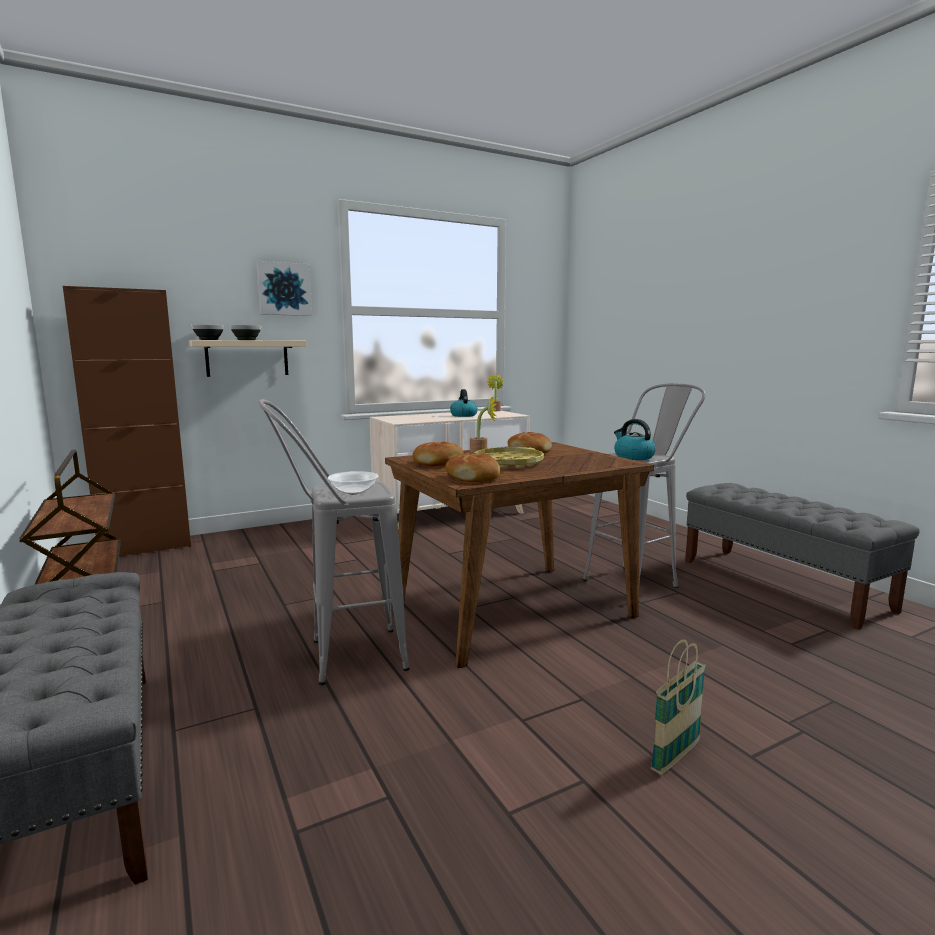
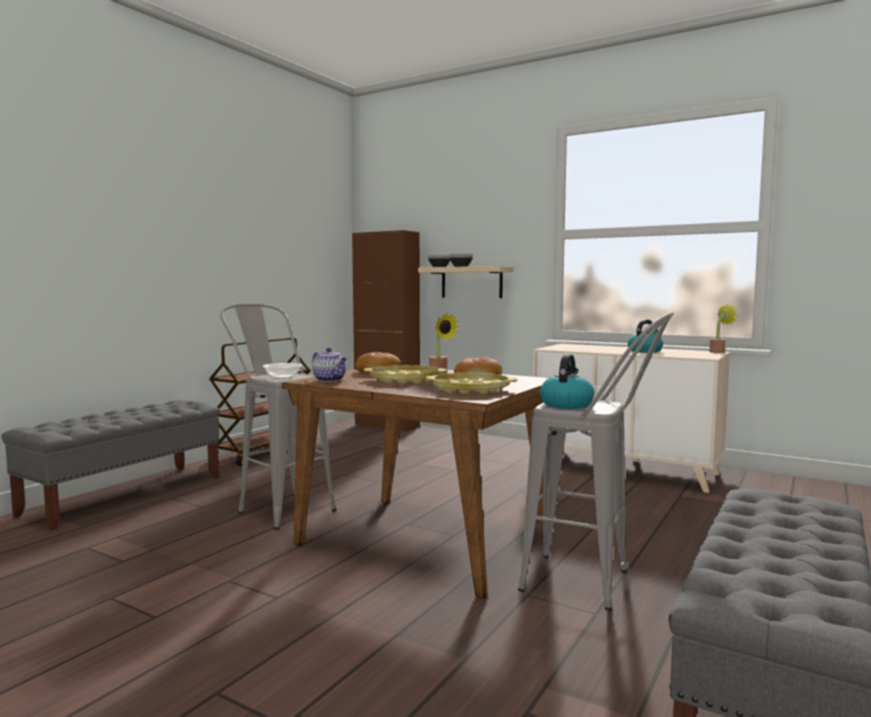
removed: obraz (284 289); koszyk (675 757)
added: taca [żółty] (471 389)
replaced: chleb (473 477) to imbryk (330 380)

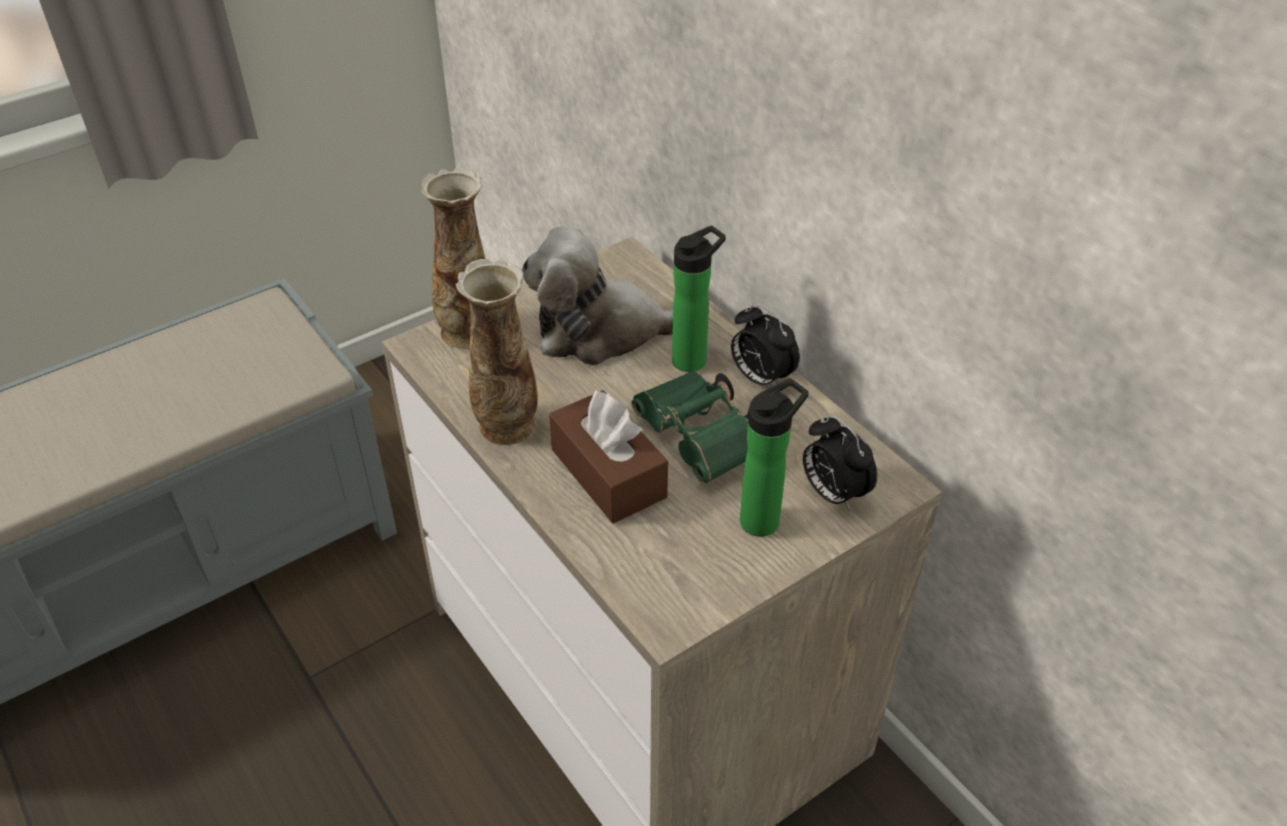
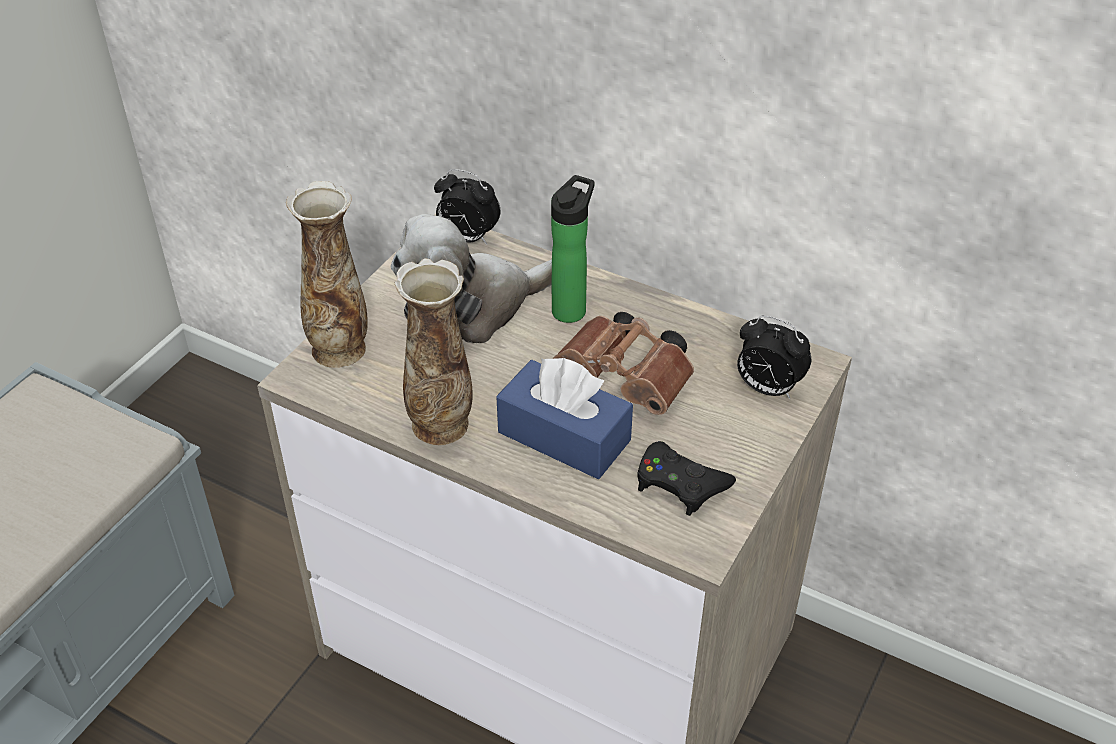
removed: butelka (764 519)
added: pad do gier [czarny] (680 483)
moved: budzik (760 378) to (467 238)
recoloured: pudełko chusteczek [brązowy] (608 473) to pudełko chusteczek [niebieski] (564 436); lornetka [zielony] (702 442) to lornetka [brązowy] (629 380)

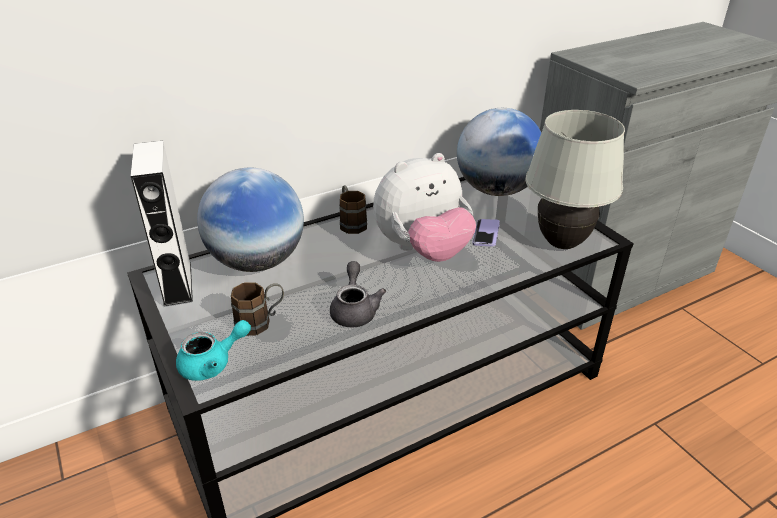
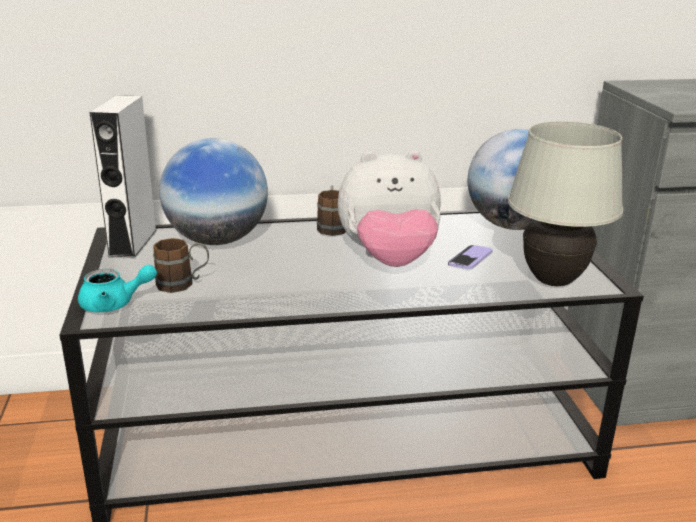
removed: imbryk [szary] (354 310)

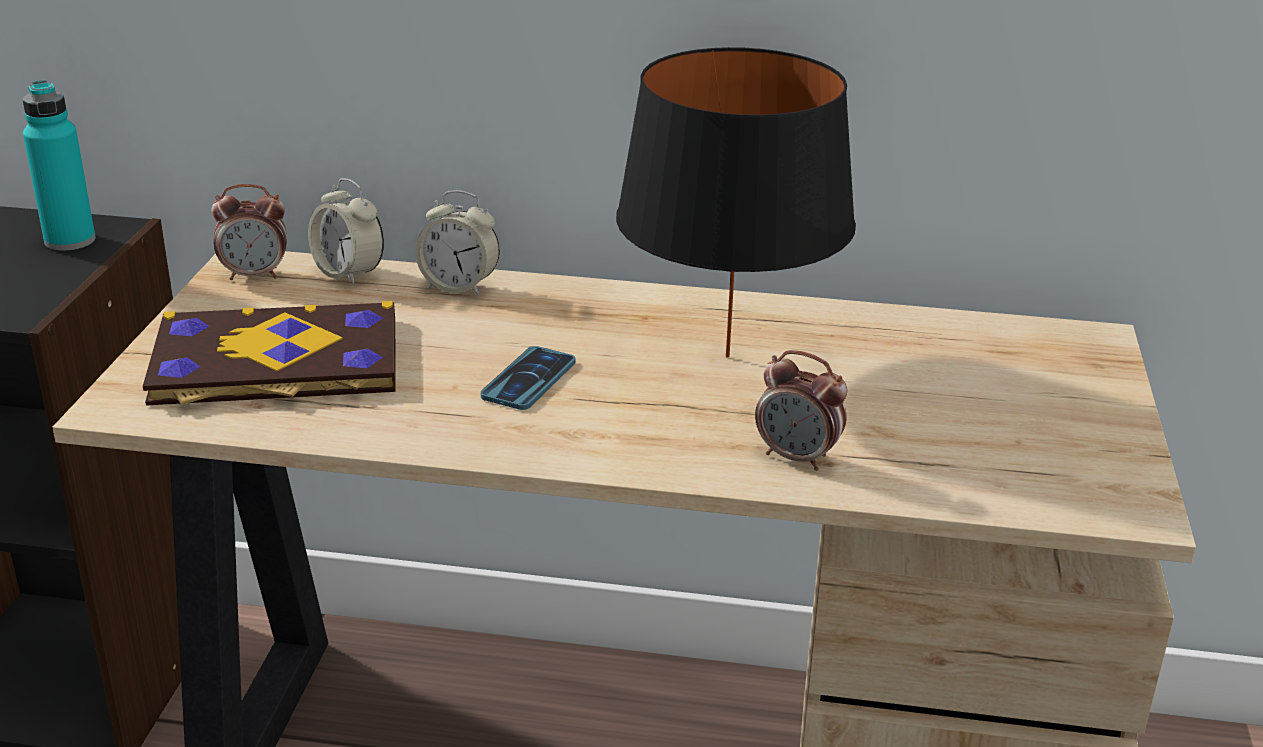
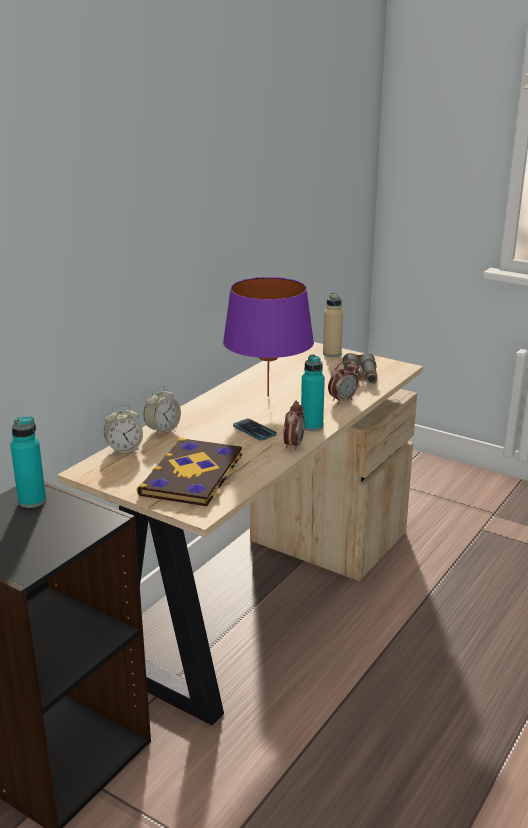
added: butelka [turkusowy] (311 426); butelka [beżowy] (332 354); lornetka [szary] (360 377)
moved: budzik (255 275) to (293 445)
recoloured: lampa stołowa [czarny] (727 356) to lampa stołowa [fioletowy] (268 396)

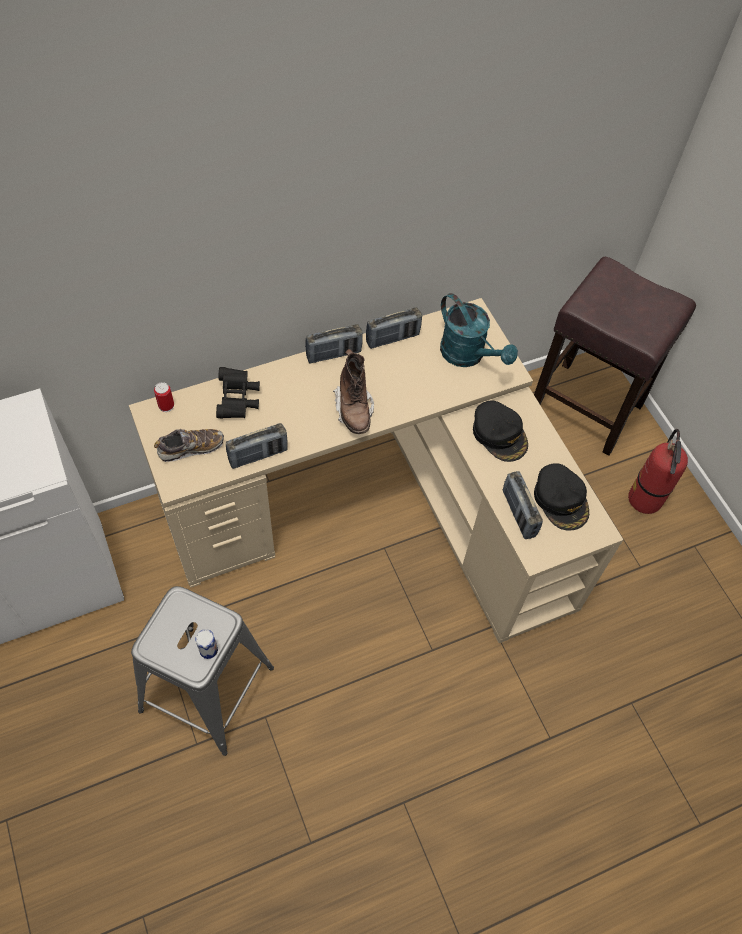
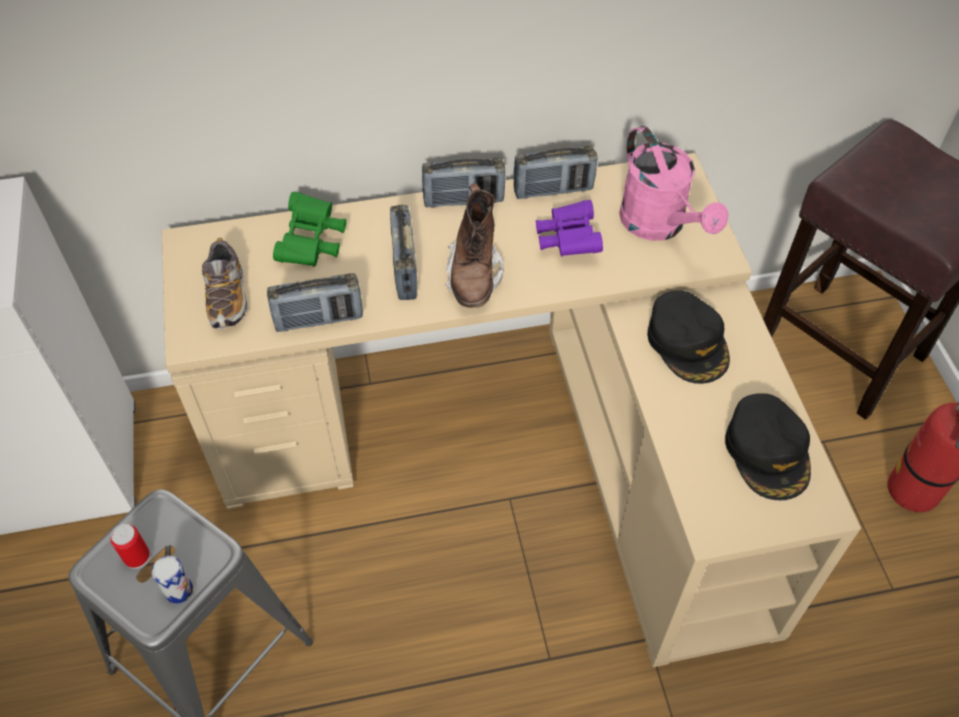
added: lornetka [fioletowy] (568 240)
moved: puszka (166 406) to (137 557); radio (518 513) to (404 269)
recoloured: lornetka [czarny] (238 400) to lornetka [zielony] (312 242); konewka [turkusowy] (468 355) to konewka [różowy] (660 226)
turned: but (191 448) = (227 297) 90 degrees clockwise

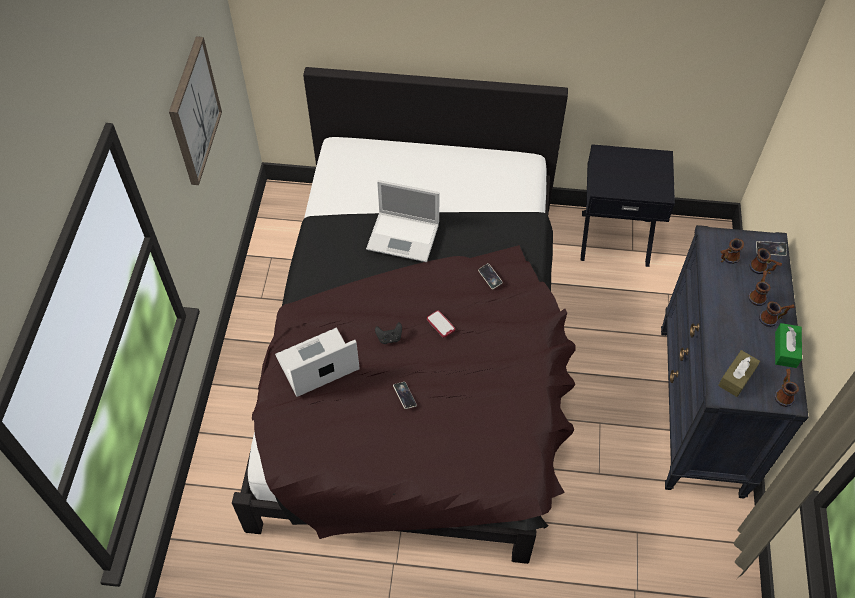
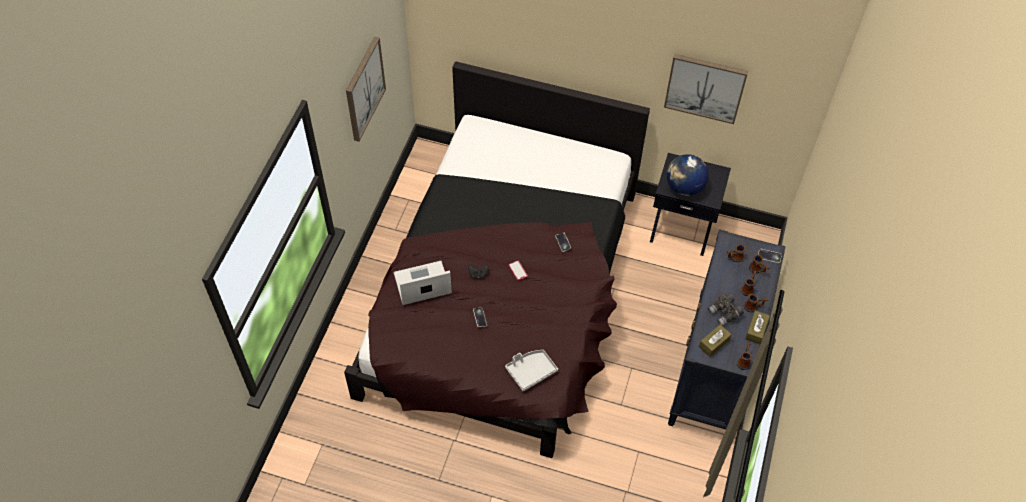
removed: laptop (404 237)
added: taca [szary] (531 371); obraz (705 87); globus (684 187); lornetka [szary] (725 313)
recoloured: pudełko chusteczek [zielony] (785 349) to pudełko chusteczek [brązowy] (756 330)

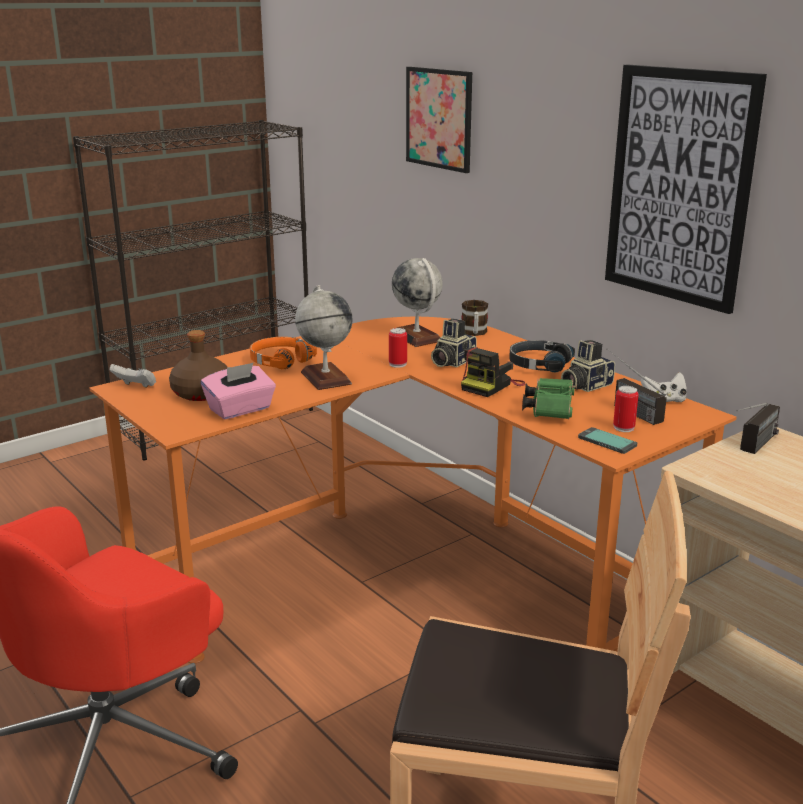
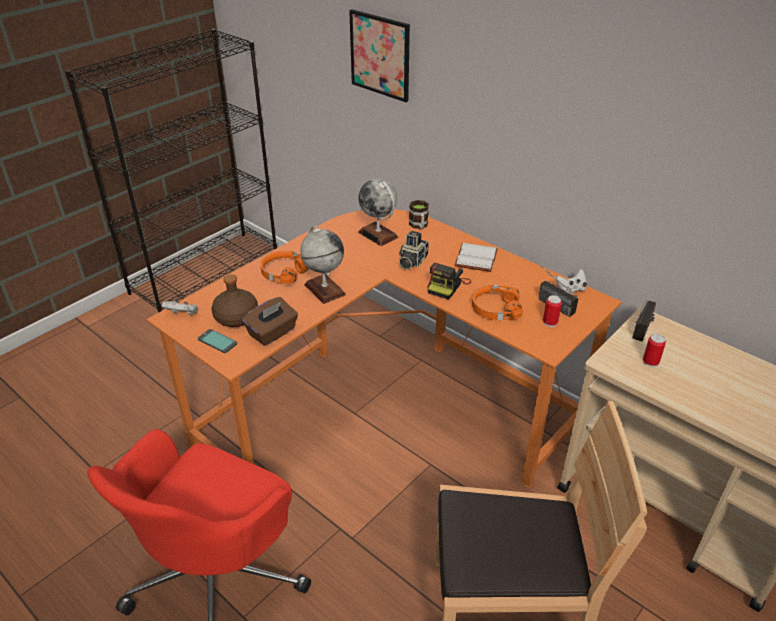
removed: aparat fotograficzny (584 385); obraz (679 187)
moved: puszka (397 364) to (650 362); telefon (607 442) to (217 342)
replaced: słuchawki [czarny] (539 364) to książka [biały] (475 258); lornetka [zielony] (550 410) to słuchawki [pomarańczowy] (495 308)
recoloured: pudełko chusteczek [różowy] (240 409) to pudełko chusteczek [brązowy] (272 333)

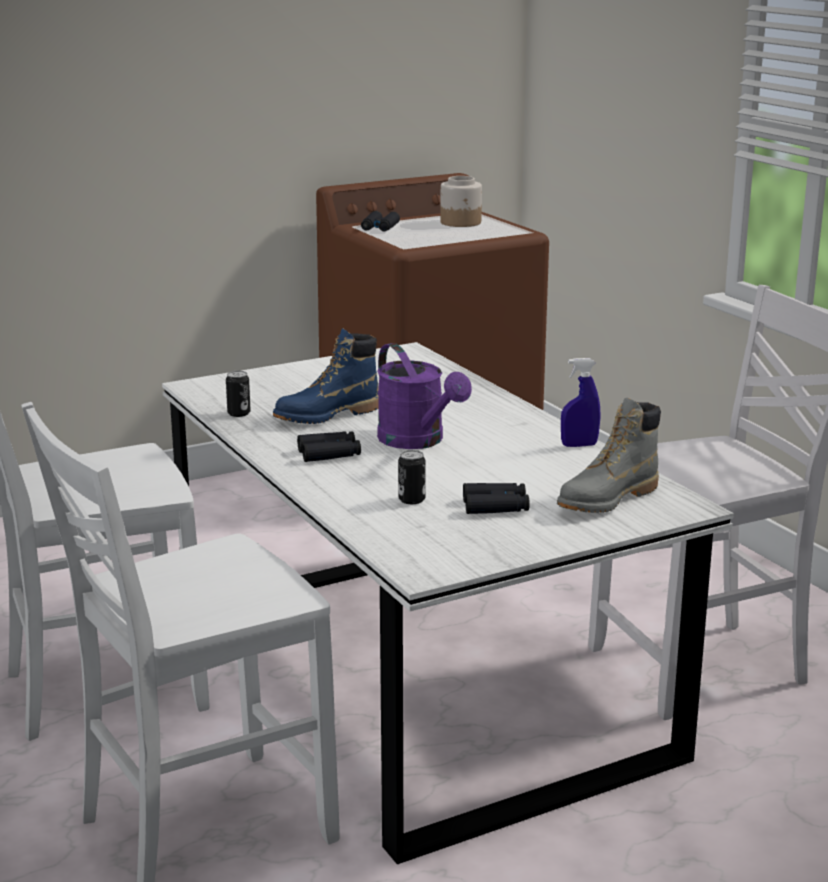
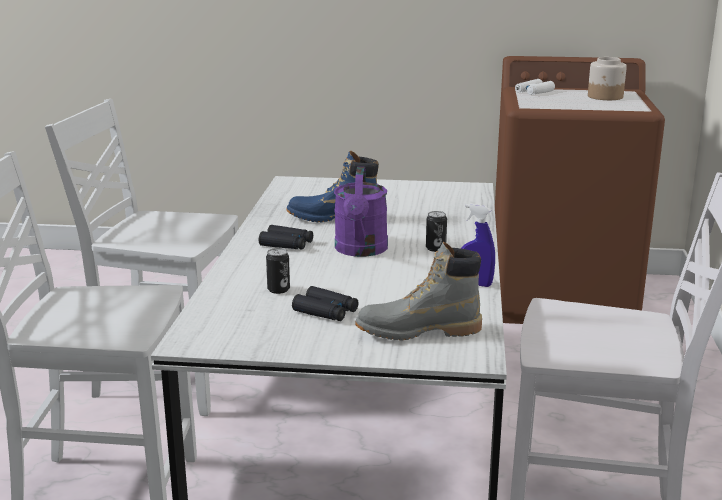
moved: puszka (239 413) to (435 248)
recoloured: lornetka [czarny] (380 227) to lornetka [biały] (534 92)

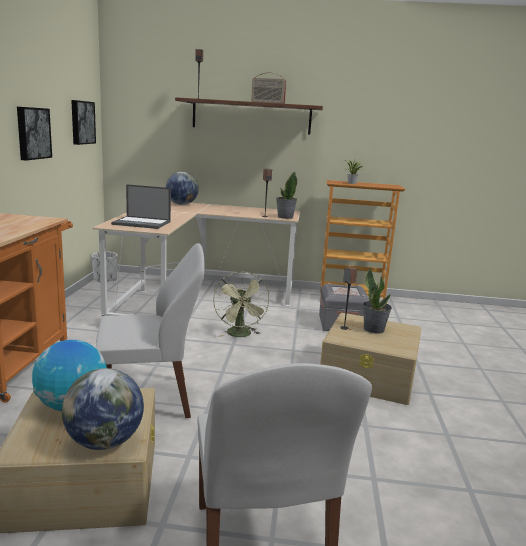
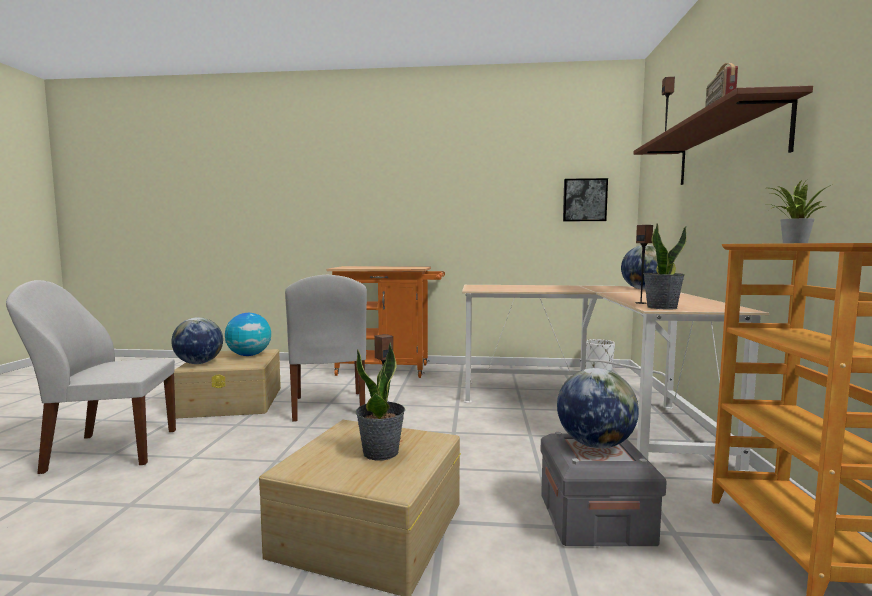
removed: obraz (32 133); laptop (142 223); wentylator [zielony] (240 335)
added: globus (595 444)

